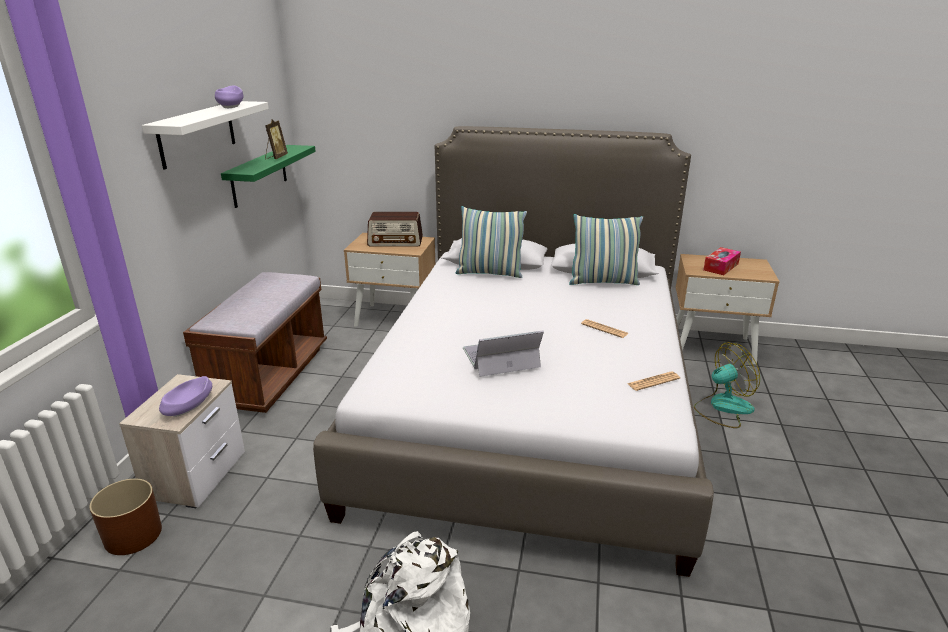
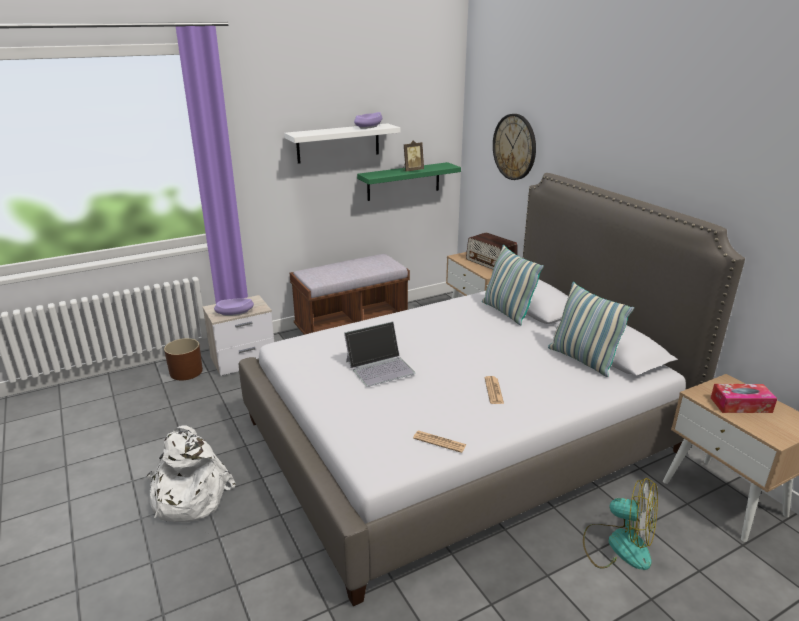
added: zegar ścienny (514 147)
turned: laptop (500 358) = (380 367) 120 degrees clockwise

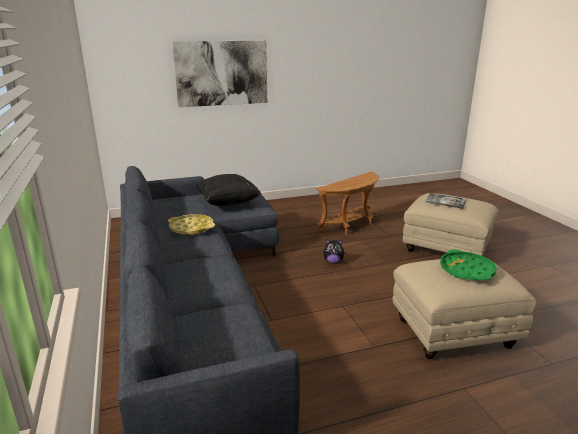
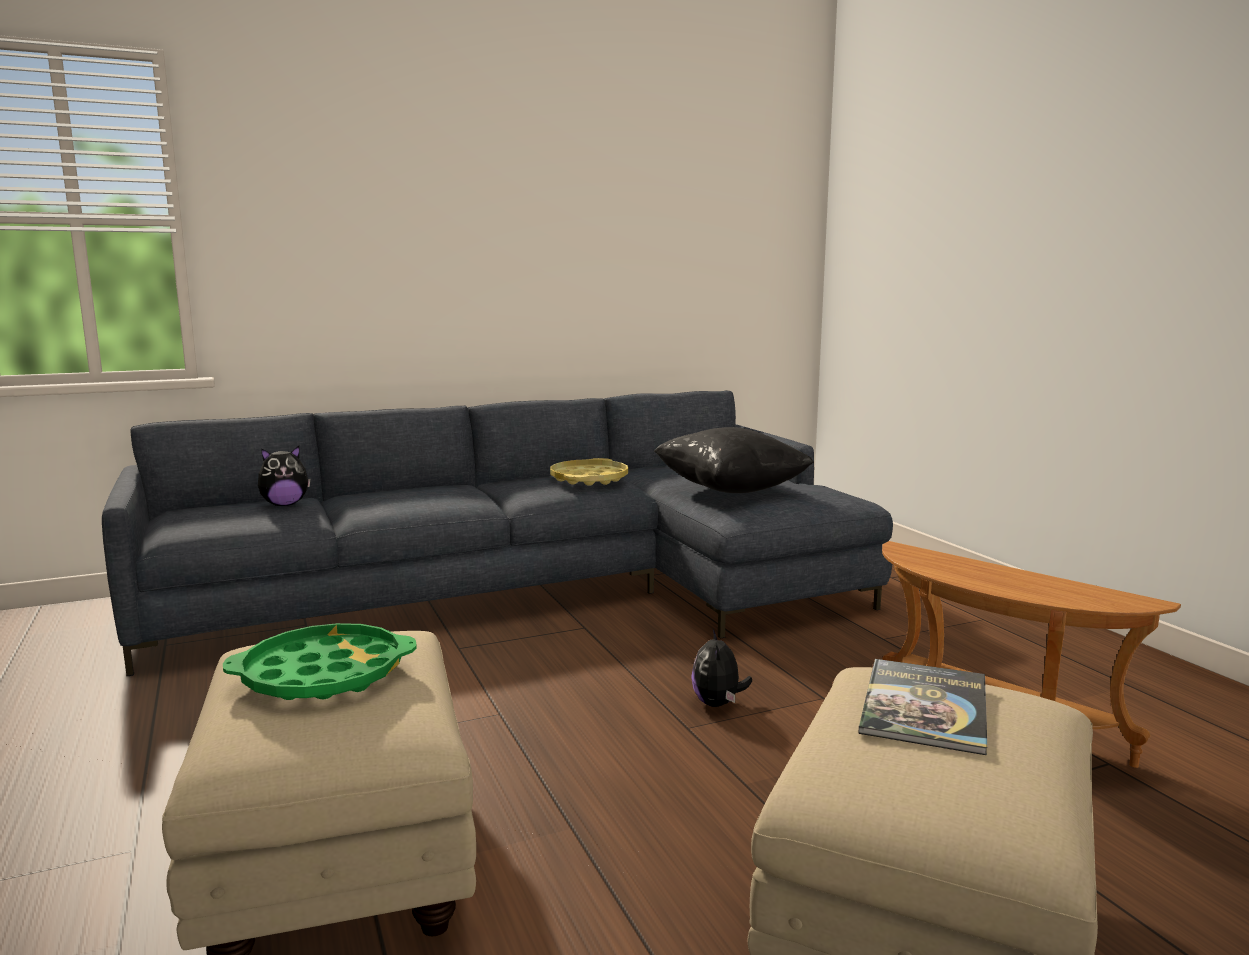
removed: obraz (222 73)
added: pluszak (285 505)

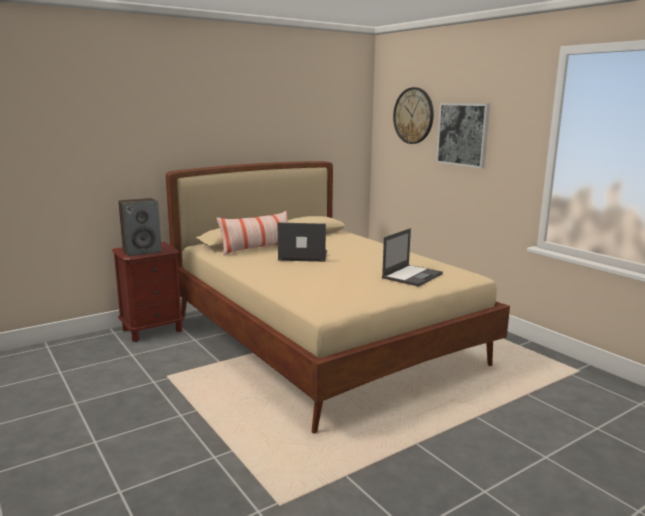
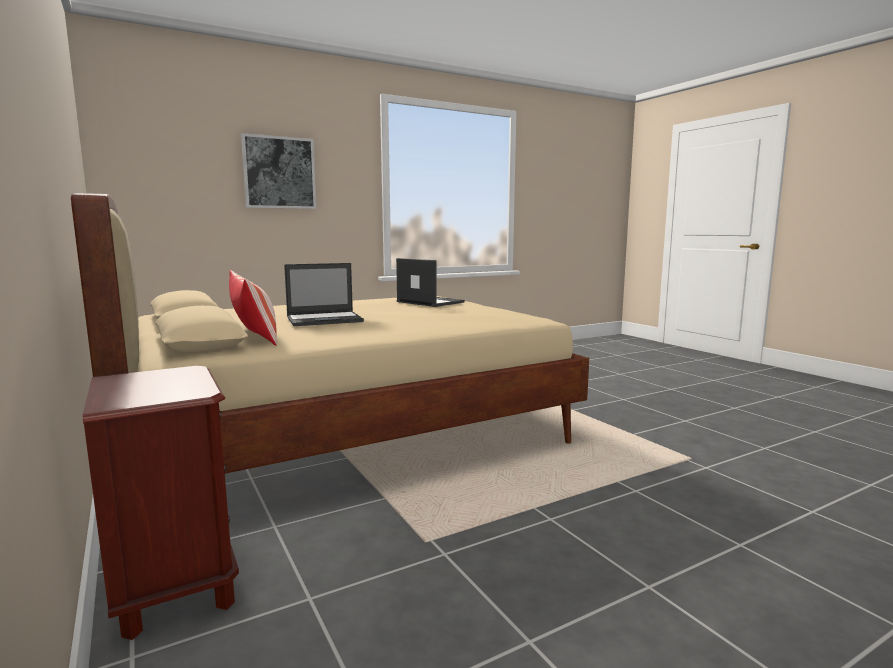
removed: głośnik (142 251); zegar ścienny (413 115)
turned: laptop (302 256) = (325 319) 120 degrees counterclockwise

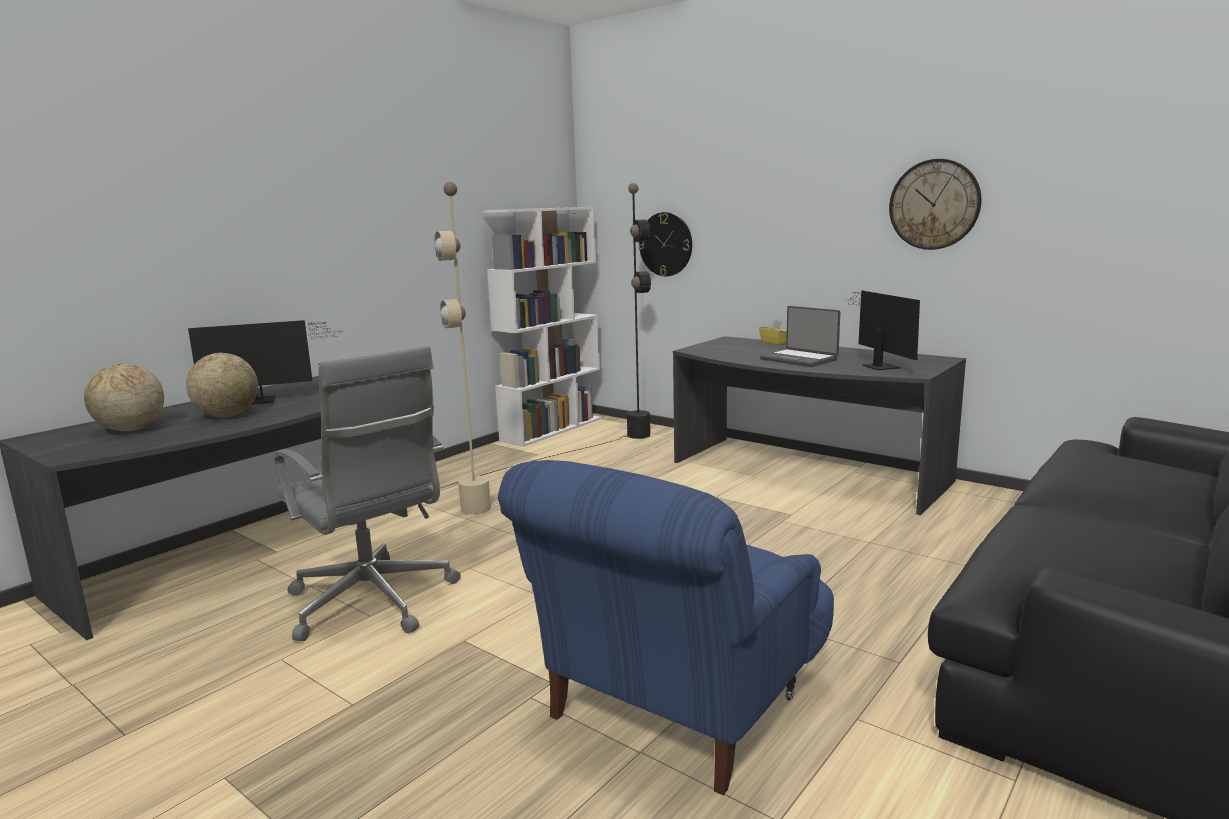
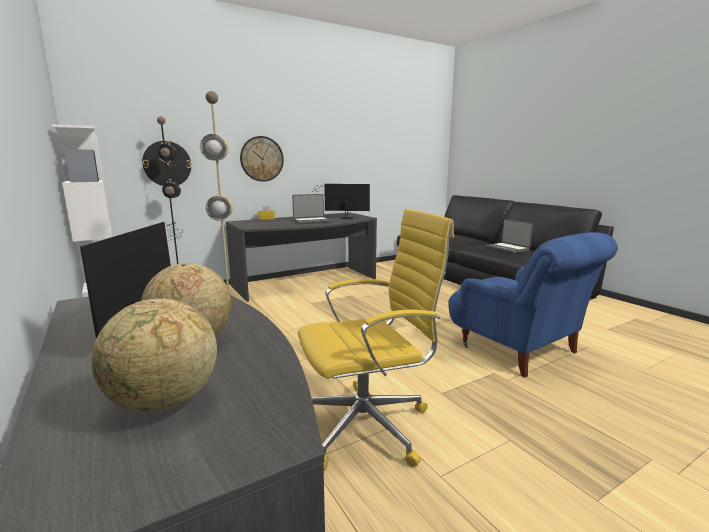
added: laptop (508 248)
moved: zegar ścienny (934 204) to (261 159)
recoloured: krzesło biurowe [szary] (373 603) to krzesło biurowe [żółty] (368 425)

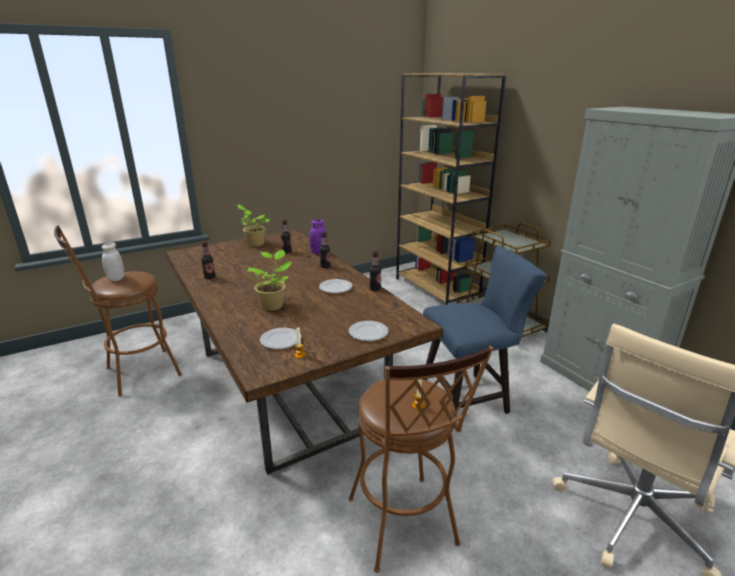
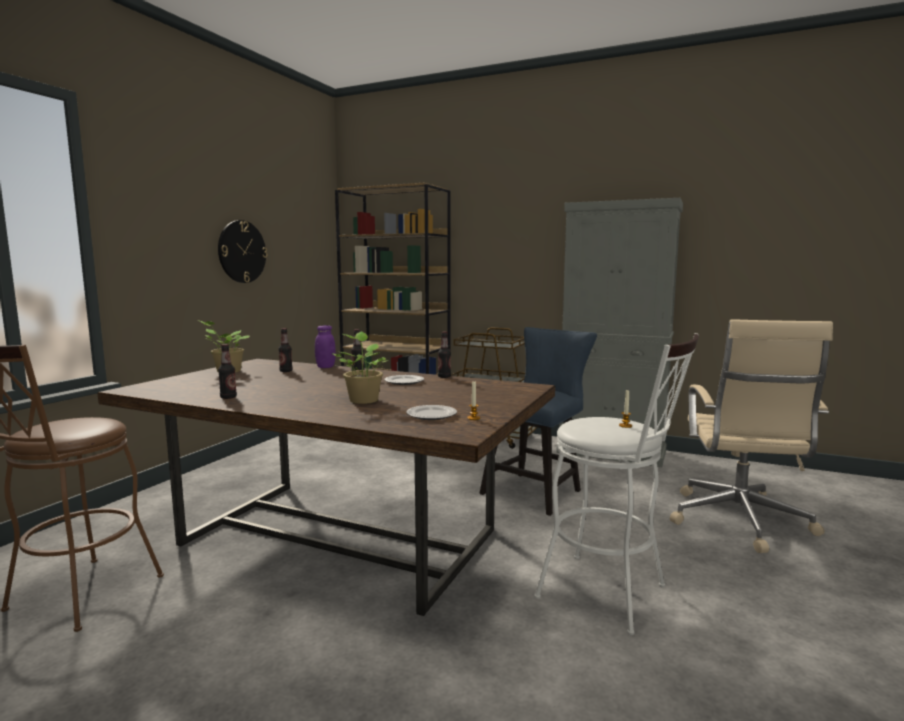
removed: słoik [biały] (116 278); talerz (368 333)
added: zegar ścienny (242 251)
recoloured: stołek [brązowy] (405 529) to stołek [biały] (611 595)

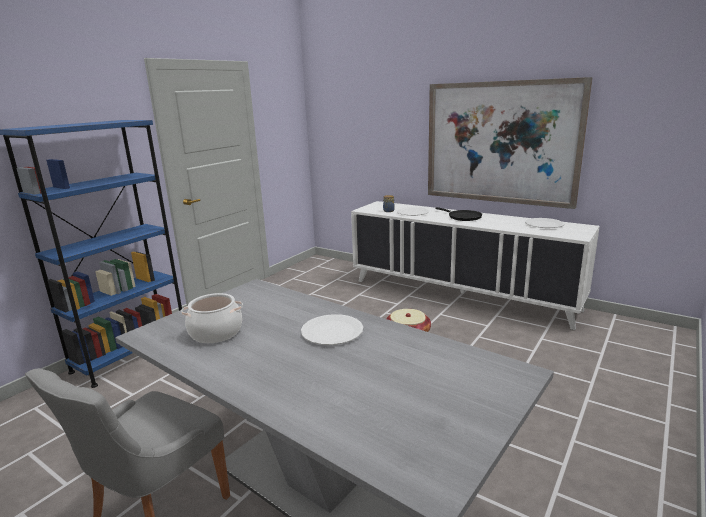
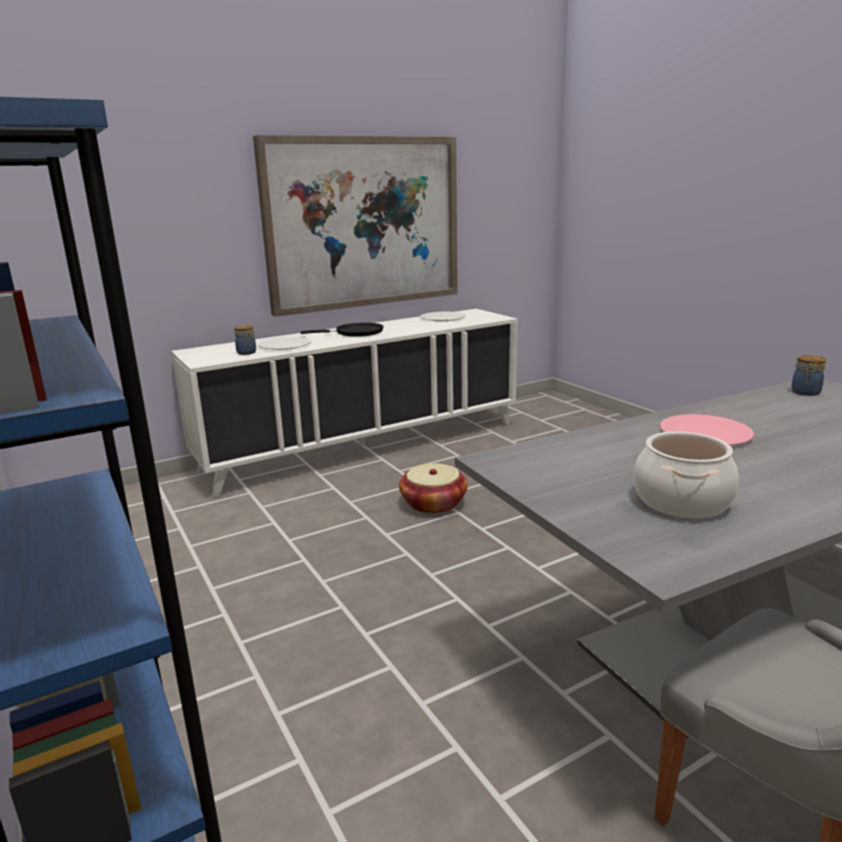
added: słoik (805 393)
recoloured: talerz [biały] (332 331) to talerz [różowy] (705 433)

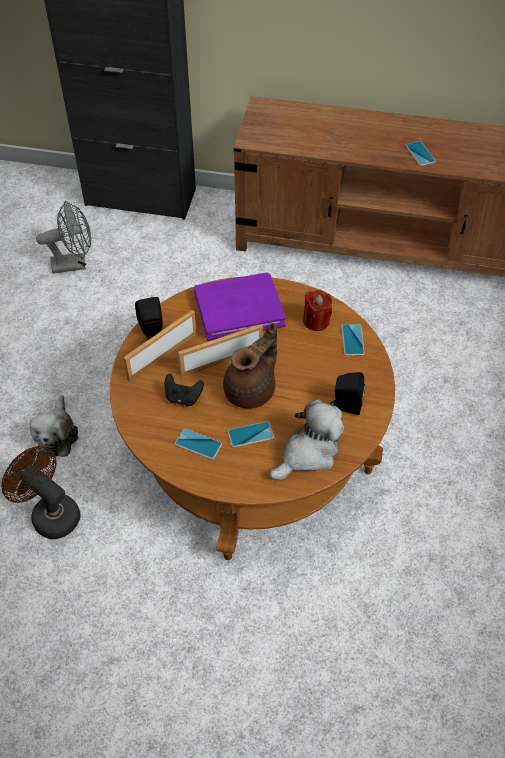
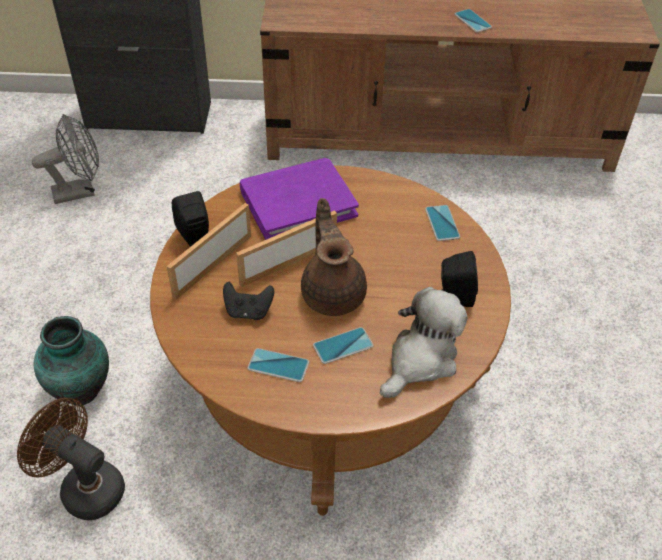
removed: świeca [czerwony] (316 321)
replaced: pluszak (56 434) to wazon (81 388)
turned: imbryk [brązowy] (252 390) = (333 293) 45 degrees counterclockwise

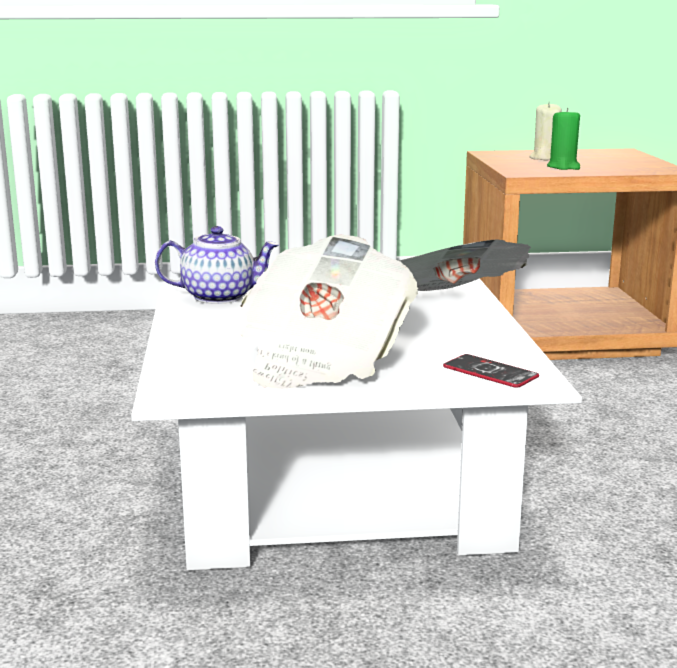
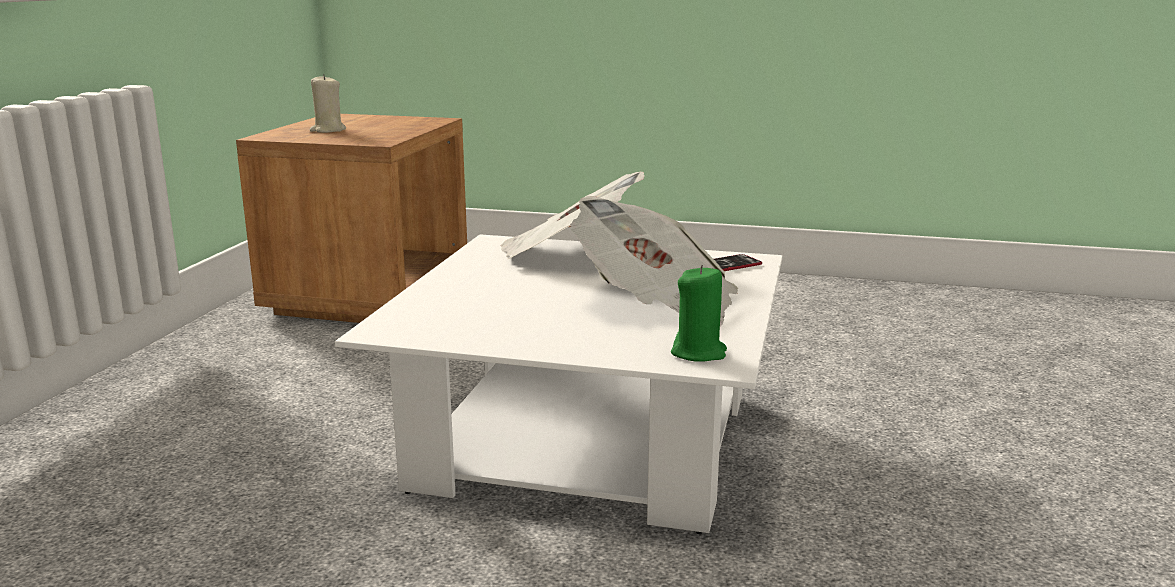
removed: imbryk (219 296)
moved: świeca [zielony] (563 167) to (699 353)

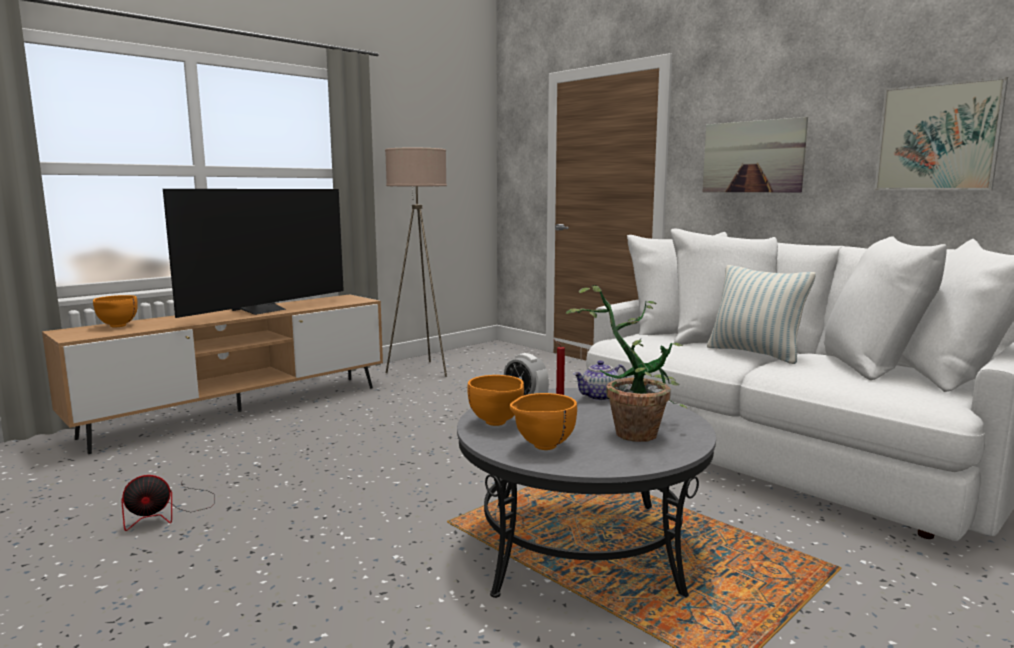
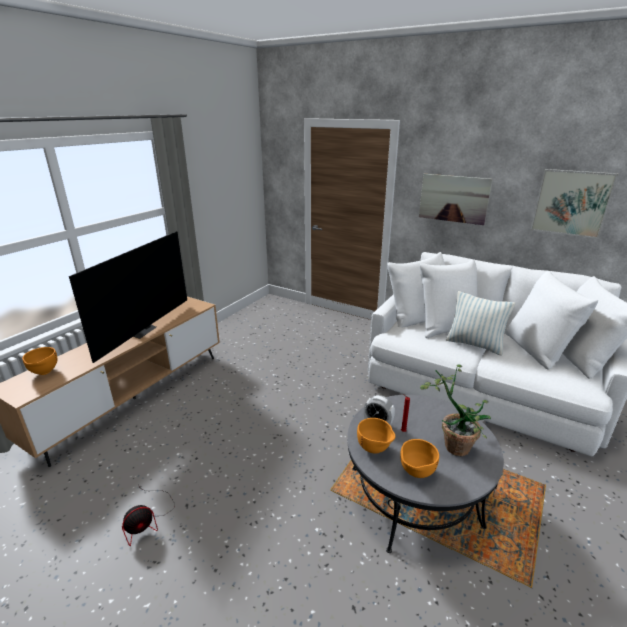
removed: lampa stojąca [beżowy] (421 370); imbryk (600 397)

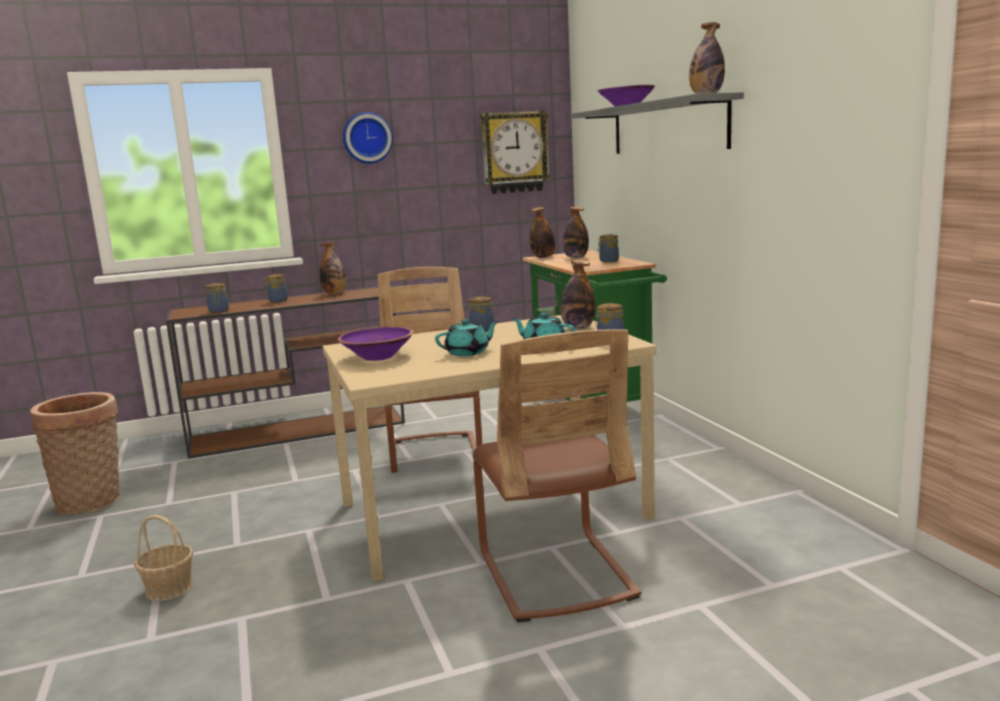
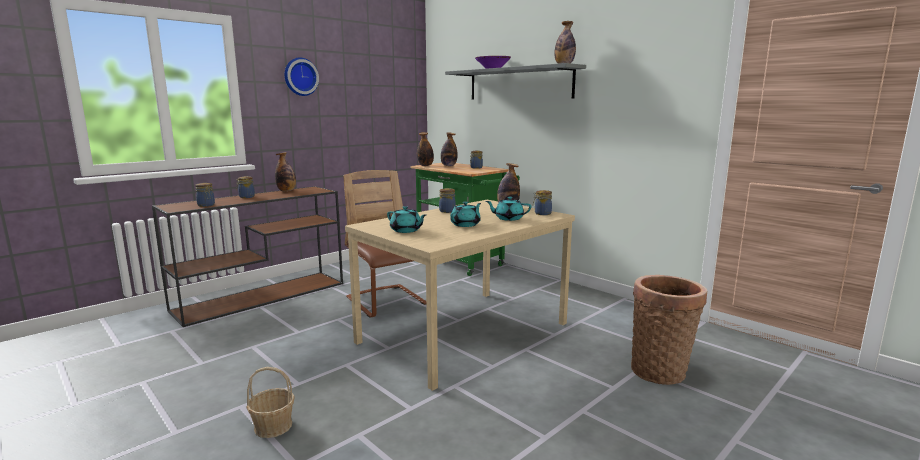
removed: krzesło [brązowy] (555 573); zegar ścienny (514 152)
moved: koszyk (93 502) to (660 370)
replaced: miska [fioletowy] (378 357) to imbryk [turkusowy] (406 230)

